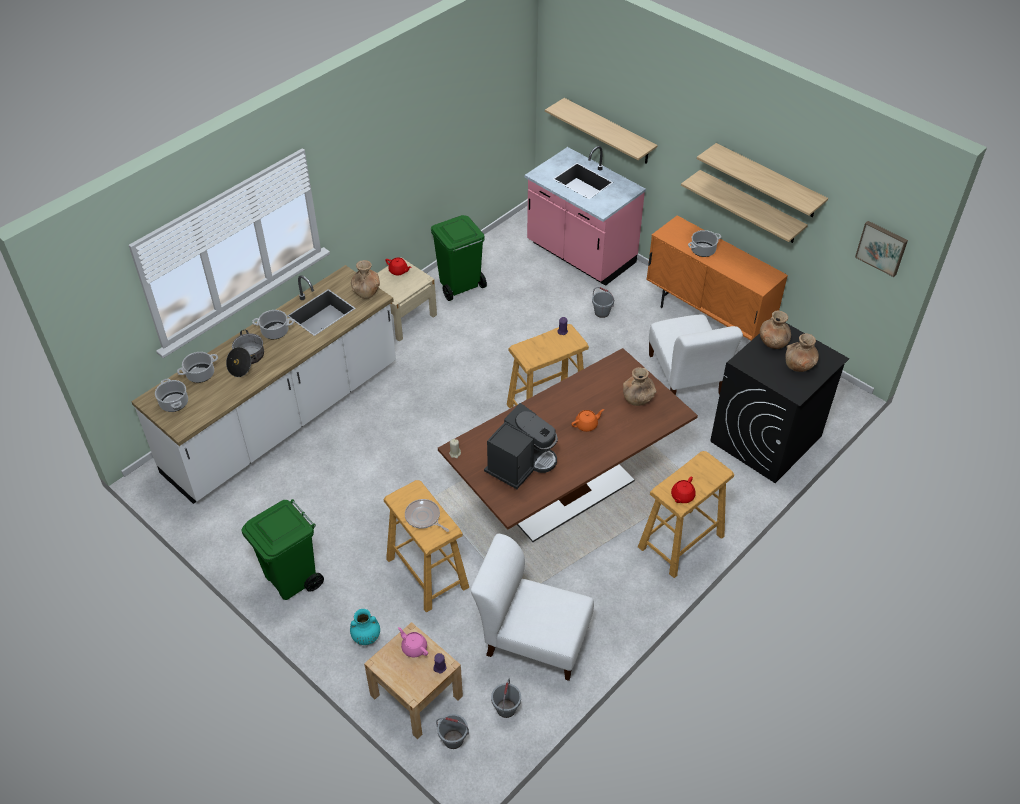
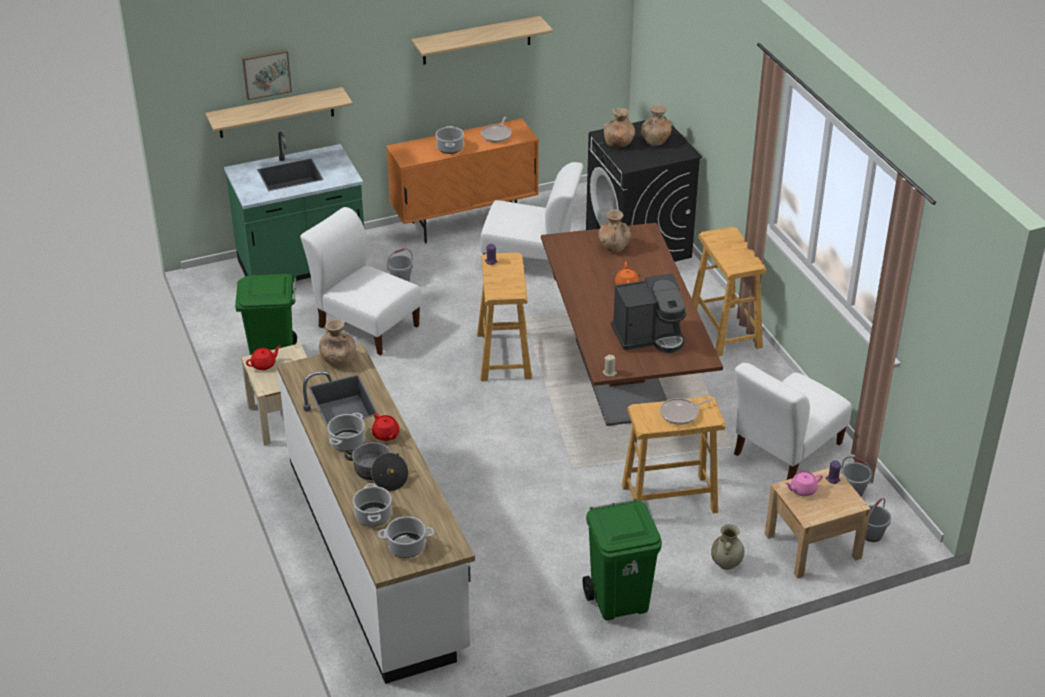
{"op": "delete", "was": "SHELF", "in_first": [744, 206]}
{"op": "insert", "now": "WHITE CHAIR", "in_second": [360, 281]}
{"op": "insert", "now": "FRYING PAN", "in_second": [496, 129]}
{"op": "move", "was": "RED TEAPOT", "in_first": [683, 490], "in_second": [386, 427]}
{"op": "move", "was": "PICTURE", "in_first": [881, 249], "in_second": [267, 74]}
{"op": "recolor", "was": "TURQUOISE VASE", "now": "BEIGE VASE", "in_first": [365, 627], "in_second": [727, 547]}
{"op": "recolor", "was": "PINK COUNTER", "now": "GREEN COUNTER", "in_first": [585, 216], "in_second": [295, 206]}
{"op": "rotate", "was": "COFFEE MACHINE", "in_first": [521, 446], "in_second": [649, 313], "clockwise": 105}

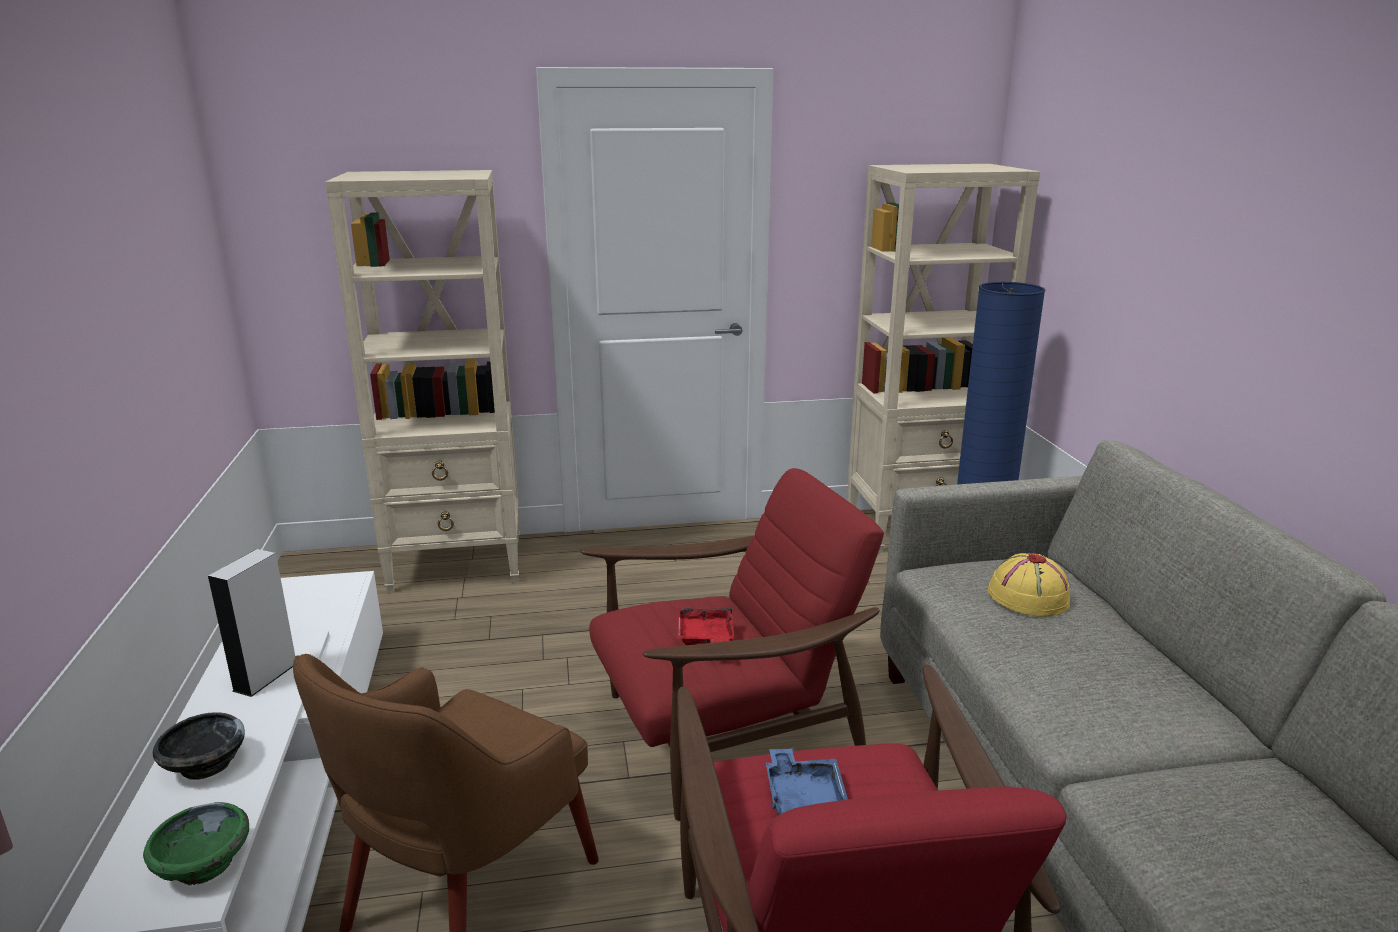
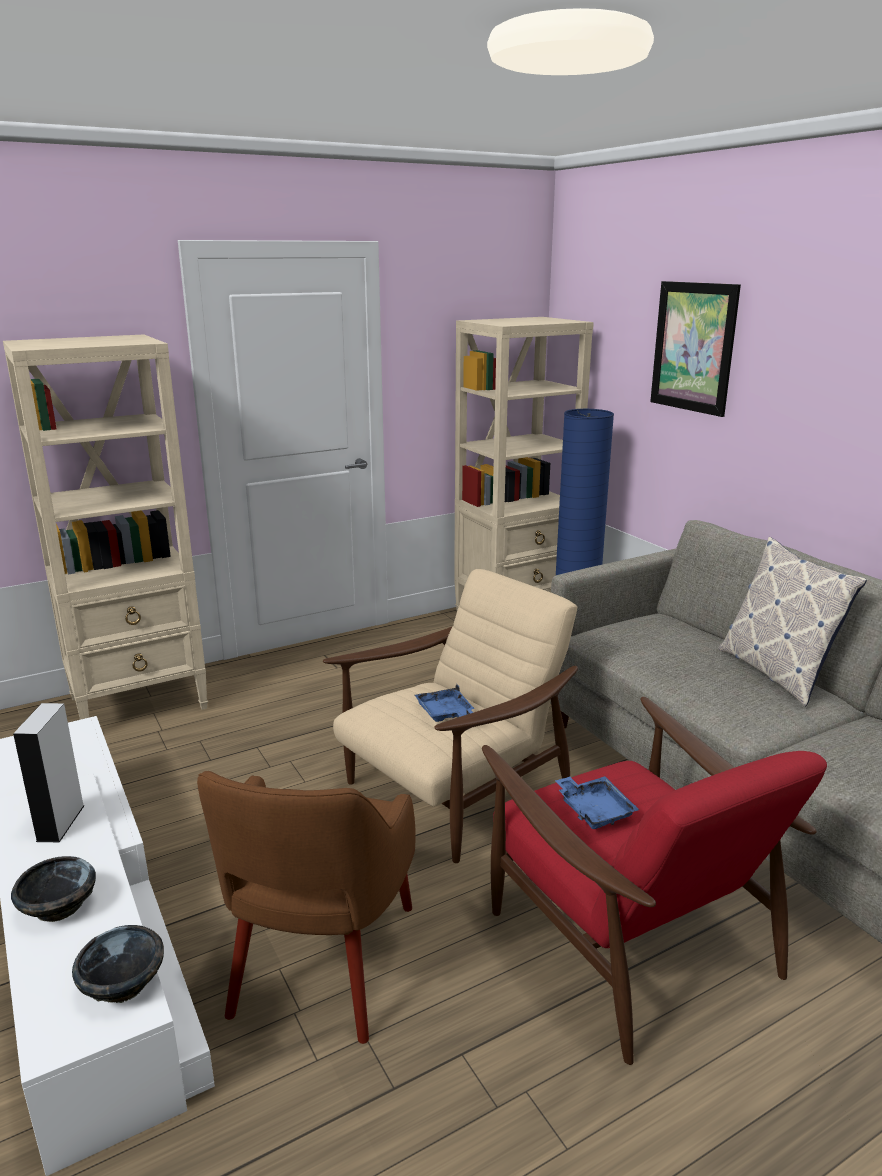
{"op": "delete", "was": "YELLOW HAT", "in_first": [1029, 585]}
{"op": "insert", "now": "PICTURE", "in_second": [695, 349]}
{"op": "insert", "now": "PILLOW", "in_second": [792, 622]}
{"op": "recolor", "was": "GREEN BOWL", "now": "BLACK BOWL", "in_first": [196, 844], "in_second": [118, 964]}
{"op": "recolor", "was": "RED ARMCHAIR", "now": "BEIGE ARMCHAIR", "in_first": [732, 644], "in_second": [450, 716]}
{"op": "recolor", "was": "RED TRAY", "now": "BLUE TRAY", "in_first": [705, 624], "in_second": [444, 703]}

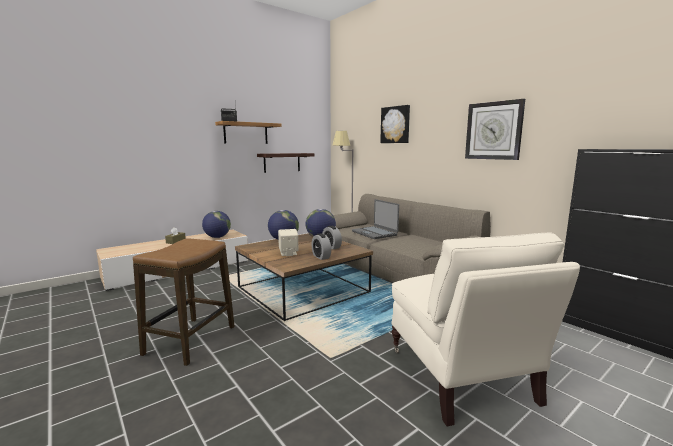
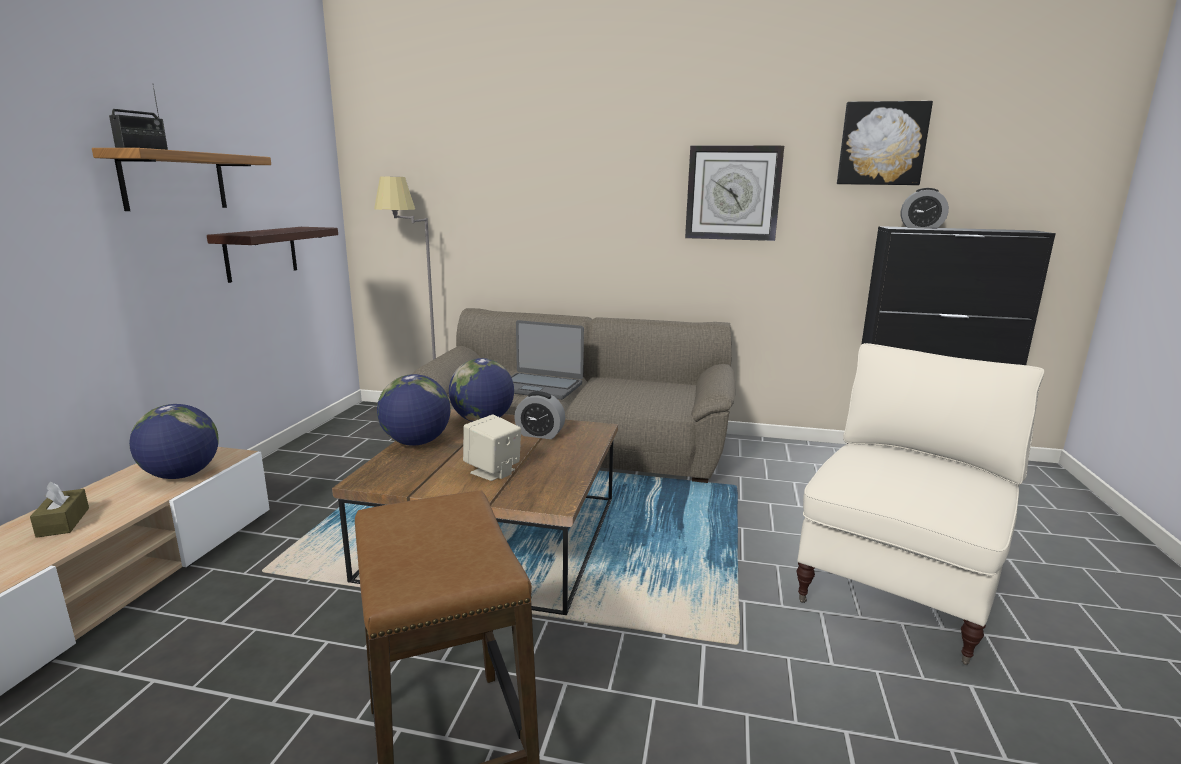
{"op": "move", "was": "ALARM CLOCK", "in_first": [321, 246], "in_second": [925, 208]}
{"op": "move", "was": "PICTURE", "in_first": [395, 124], "in_second": [885, 143]}
{"op": "rotate", "was": "BEIGE ARMCHAIR", "in_first": [485, 329], "in_second": [920, 504], "clockwise": -90}

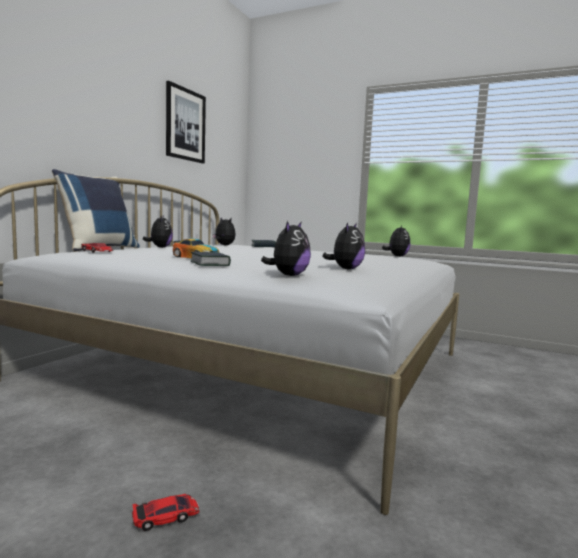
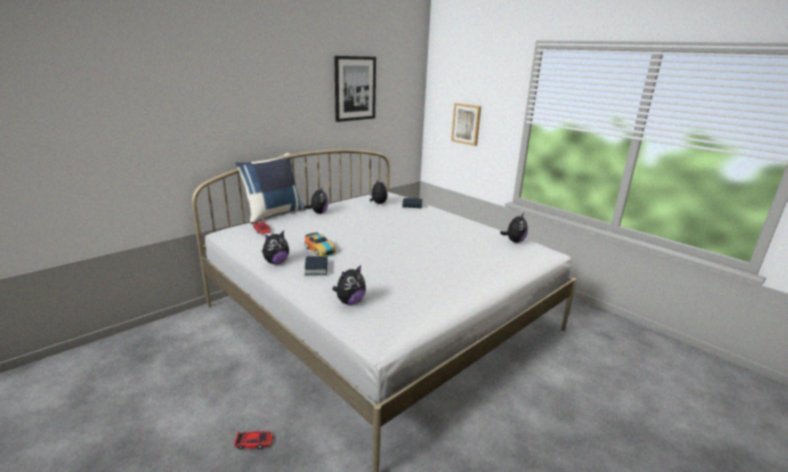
{"op": "insert", "now": "PICTURE", "in_second": [466, 124]}
{"op": "move", "was": "PLUSH TOY", "in_first": [343, 246], "in_second": [275, 247]}

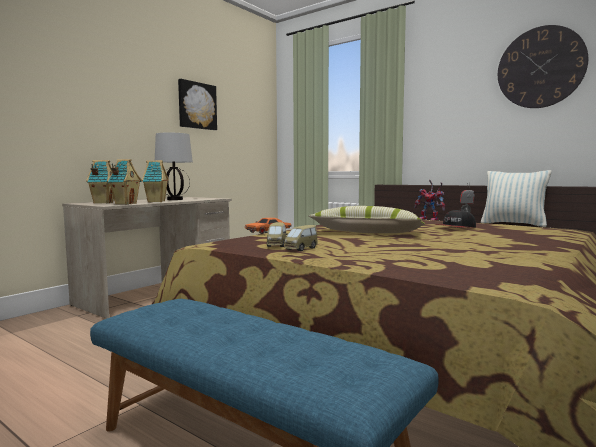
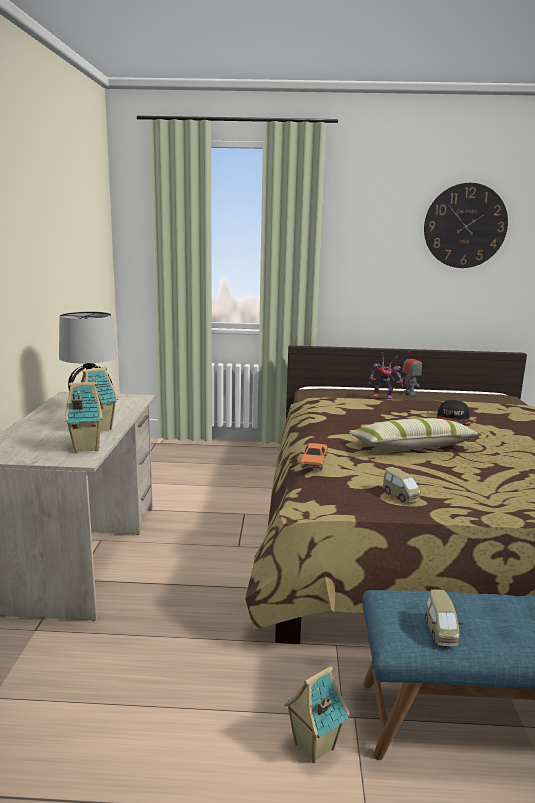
{"op": "delete", "was": "PICTURE", "in_first": [197, 104]}
{"op": "delete", "was": "PILLOW", "in_first": [516, 198]}
{"op": "move", "was": "TOY HOUSE", "in_first": [100, 182], "in_second": [317, 714]}
{"op": "move", "was": "TOY CAR", "in_first": [300, 238], "in_second": [444, 617]}

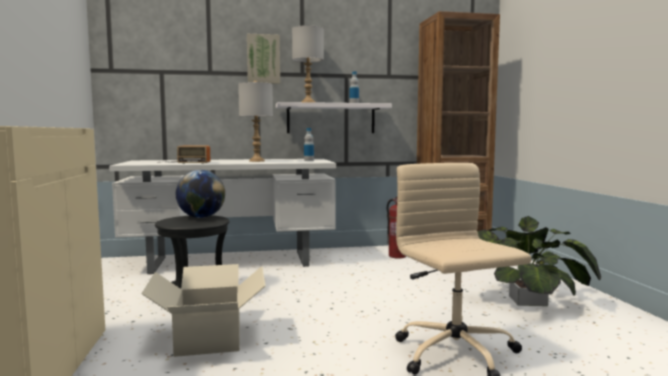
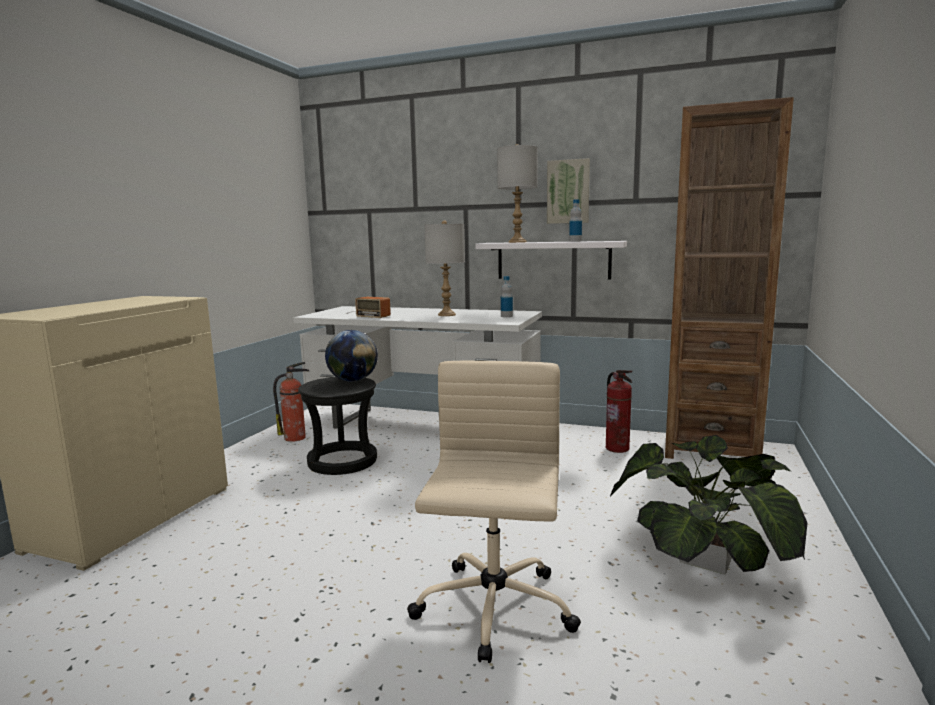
{"op": "delete", "was": "CARDBOARD BOX", "in_first": [203, 310]}
{"op": "insert", "now": "FIRE EXTINGUISHER", "in_second": [291, 402]}
{"op": "move", "was": "PICTURE", "in_first": [263, 59], "in_second": [568, 191]}

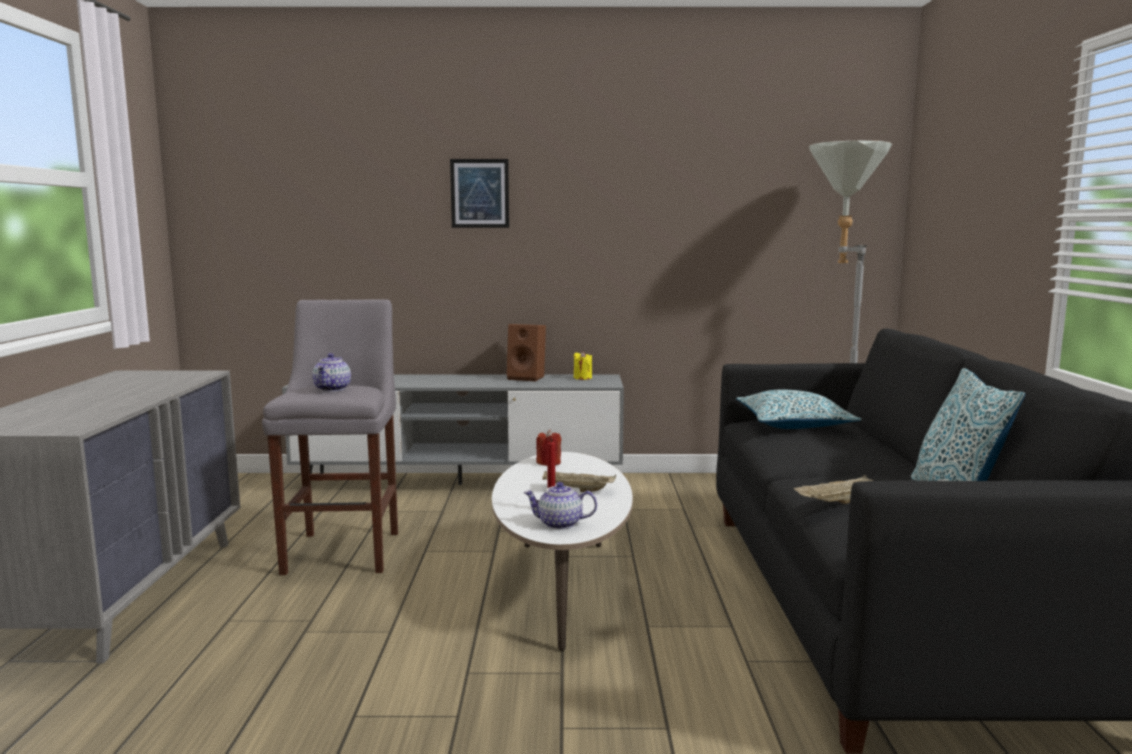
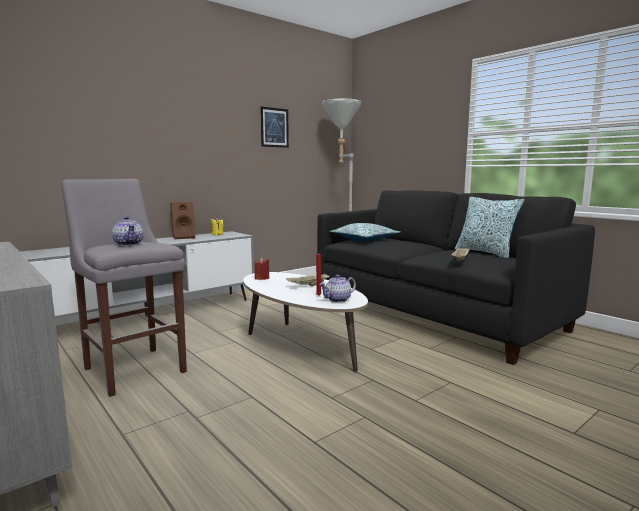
{"op": "move", "was": "PICTURE", "in_first": [479, 193], "in_second": [274, 127]}

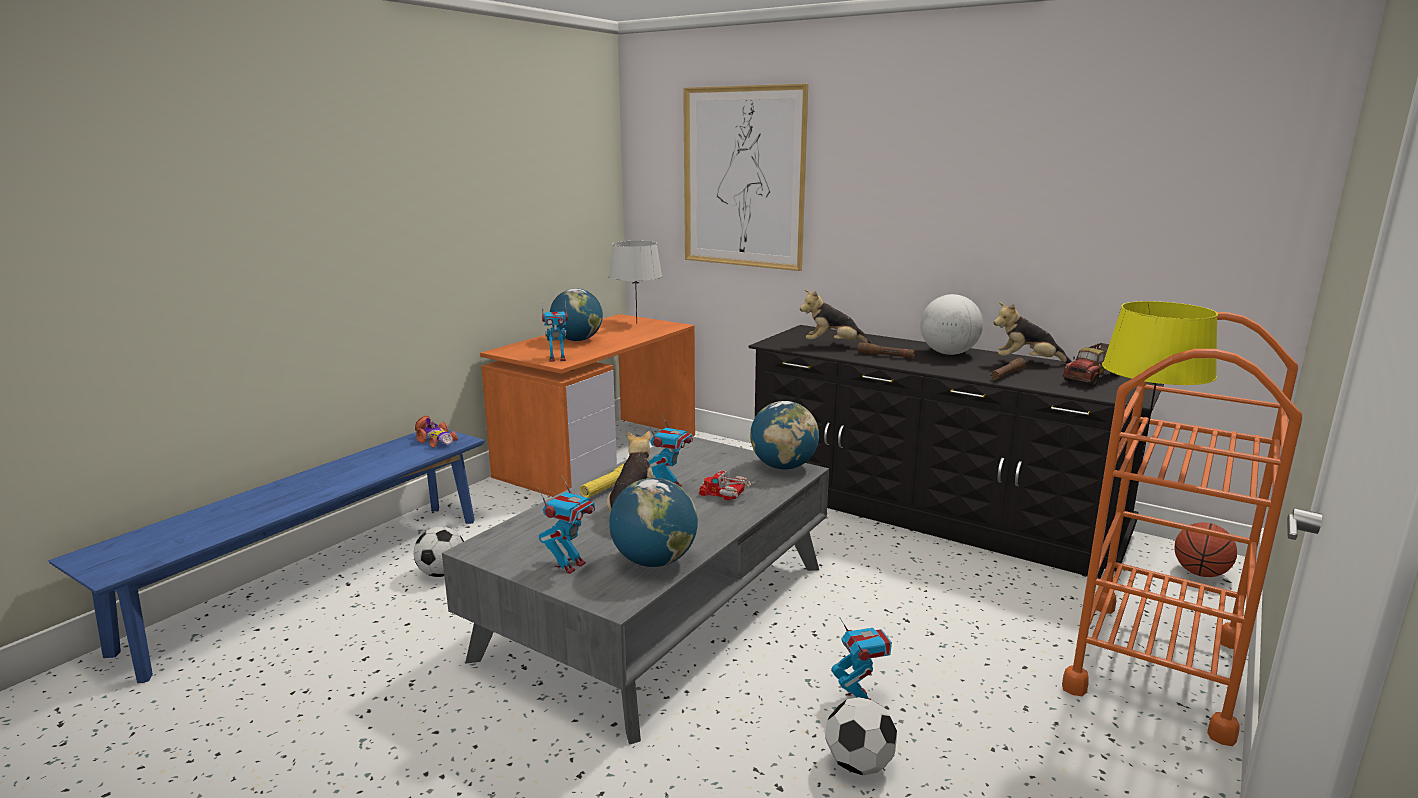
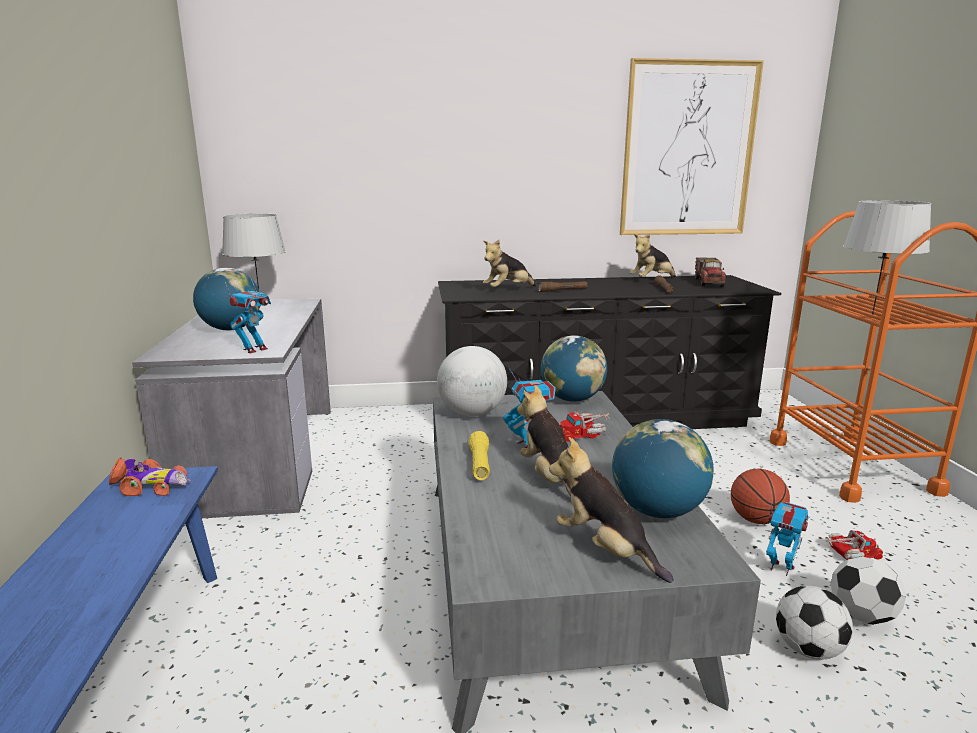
{"op": "insert", "now": "TOY TRUCK", "in_second": [854, 545]}
{"op": "move", "was": "FOOTBALL", "in_first": [439, 552], "in_second": [814, 623]}
{"op": "move", "was": "PICTURE", "in_first": [745, 177], "in_second": [692, 146]}
{"op": "move", "was": "GLOBE", "in_first": [951, 324], "in_second": [472, 381]}
{"op": "move", "was": "BASKETBALL", "in_first": [1205, 549], "in_second": [760, 496]}
{"op": "replace", "was": "TOY ROBOT", "now": "PLUSH TOY", "in_first": [566, 524], "in_second": [611, 510]}
{"op": "recolor", "was": "ORANGE DESK", "now": "GREY DESK", "in_first": [587, 405], "in_second": [231, 408]}
{"op": "recolor", "was": "YELLOW TABLE LAMP", "now": "GREY TABLE LAMP", "in_first": [1160, 378], "in_second": [887, 257]}

